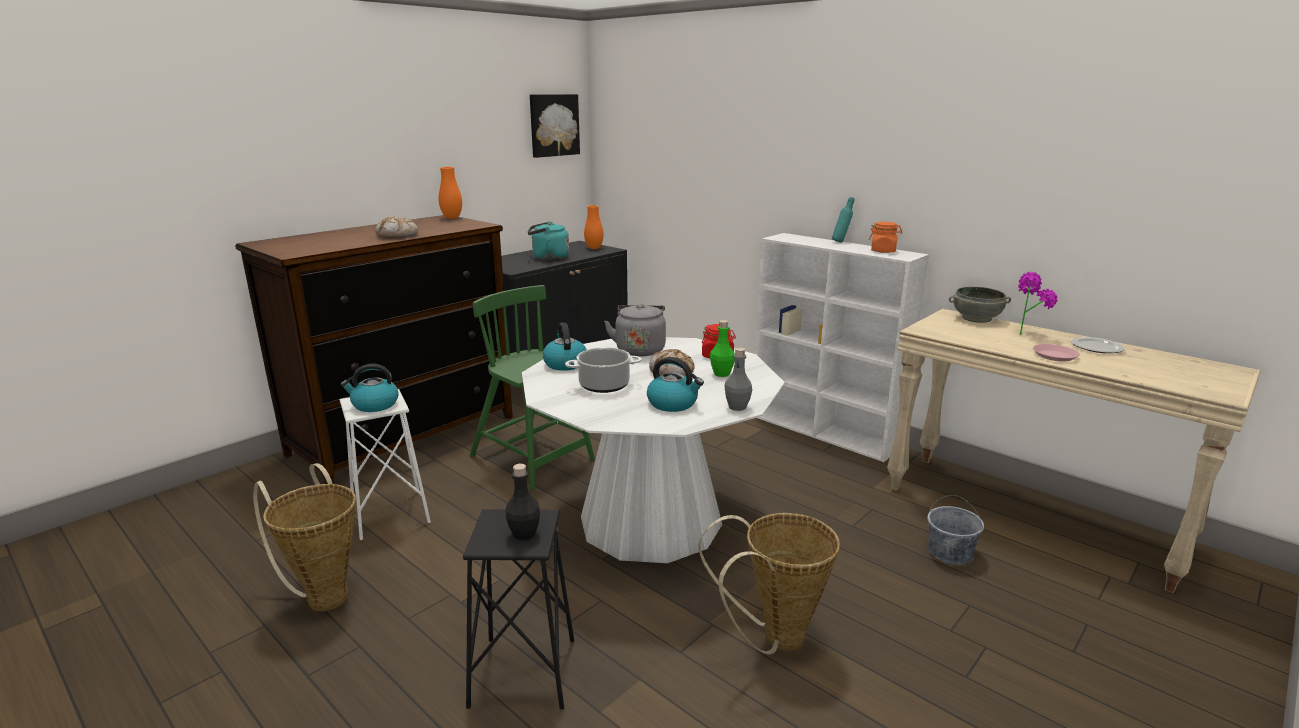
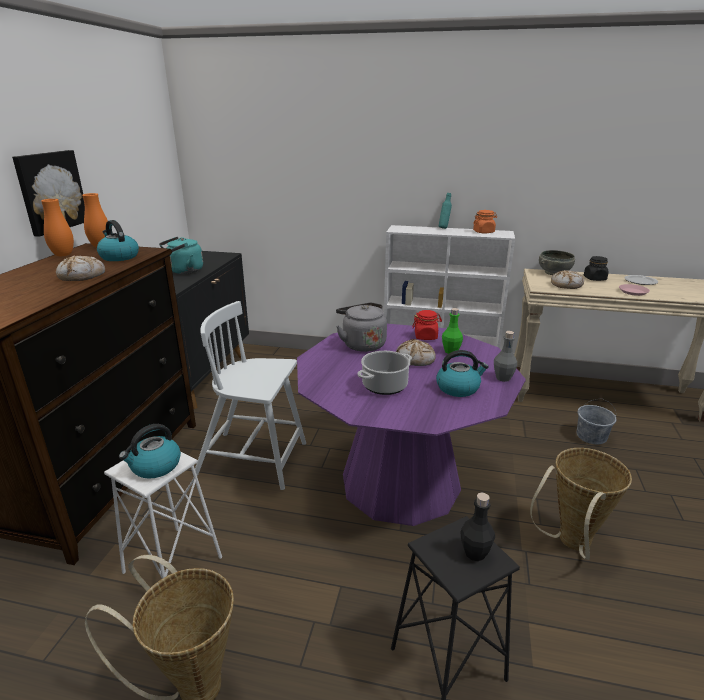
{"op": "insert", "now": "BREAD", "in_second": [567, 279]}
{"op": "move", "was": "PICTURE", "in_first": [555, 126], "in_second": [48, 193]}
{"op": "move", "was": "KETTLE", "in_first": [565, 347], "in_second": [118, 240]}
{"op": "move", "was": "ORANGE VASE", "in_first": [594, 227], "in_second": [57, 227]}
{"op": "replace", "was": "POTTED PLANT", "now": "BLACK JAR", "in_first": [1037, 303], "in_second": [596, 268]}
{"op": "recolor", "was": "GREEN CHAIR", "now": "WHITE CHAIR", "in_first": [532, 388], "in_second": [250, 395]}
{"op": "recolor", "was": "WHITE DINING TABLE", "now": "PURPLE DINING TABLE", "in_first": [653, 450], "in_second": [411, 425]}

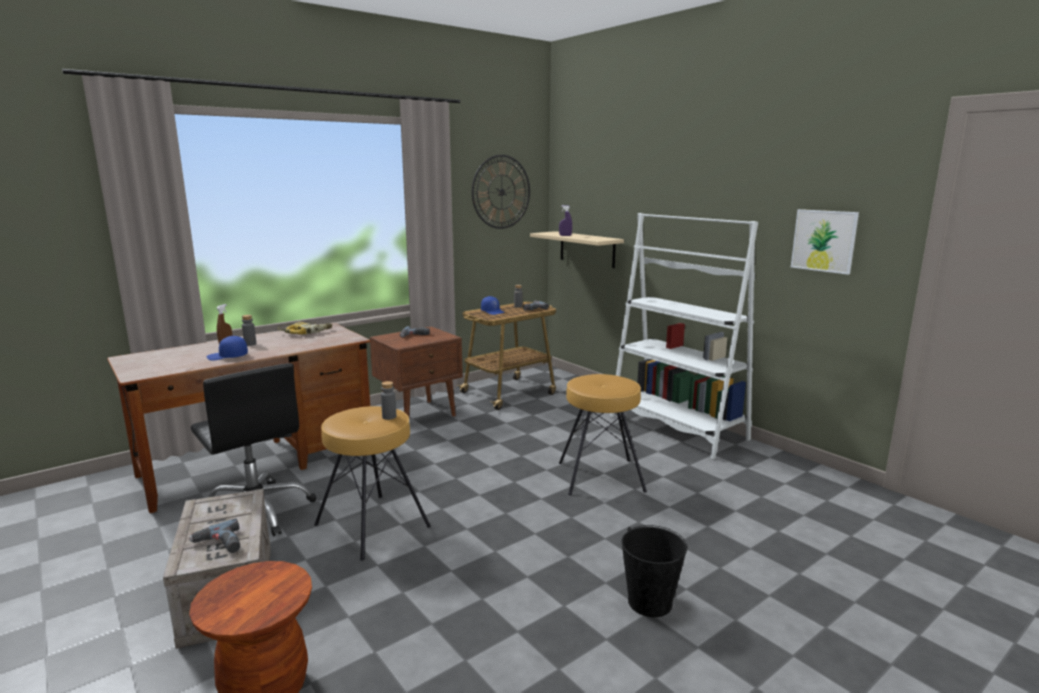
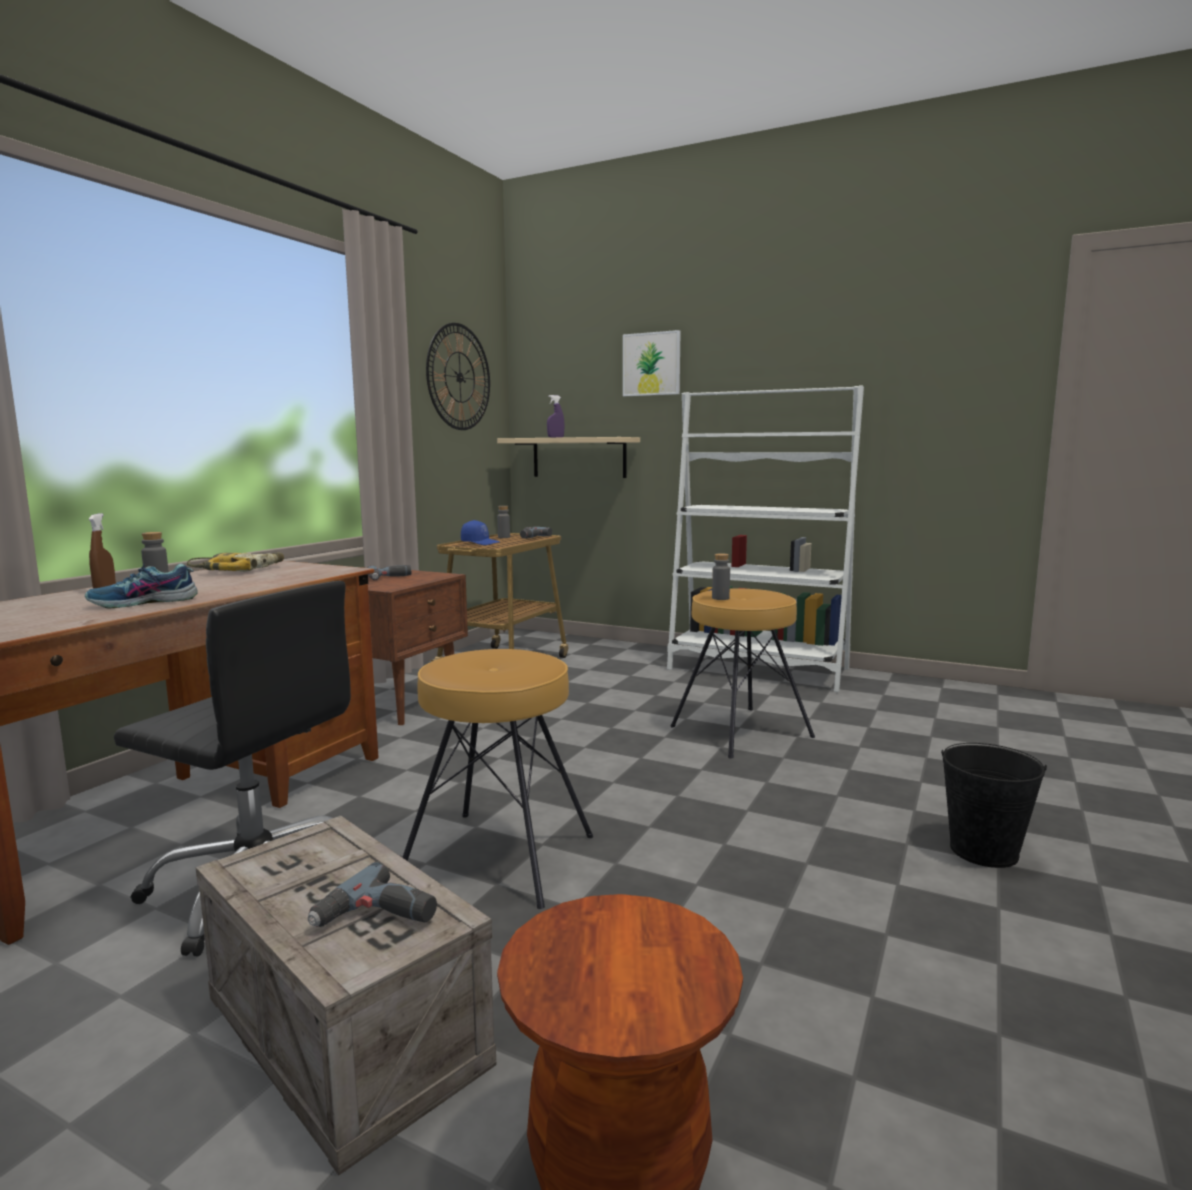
{"op": "move", "was": "GREY BOTTLE", "in_first": [388, 400], "in_second": [721, 577]}
{"op": "move", "was": "PICTURE", "in_first": [825, 242], "in_second": [652, 363]}
{"op": "replace", "was": "BLUE CAP", "now": "SHOE", "in_first": [227, 348], "in_second": [141, 586]}

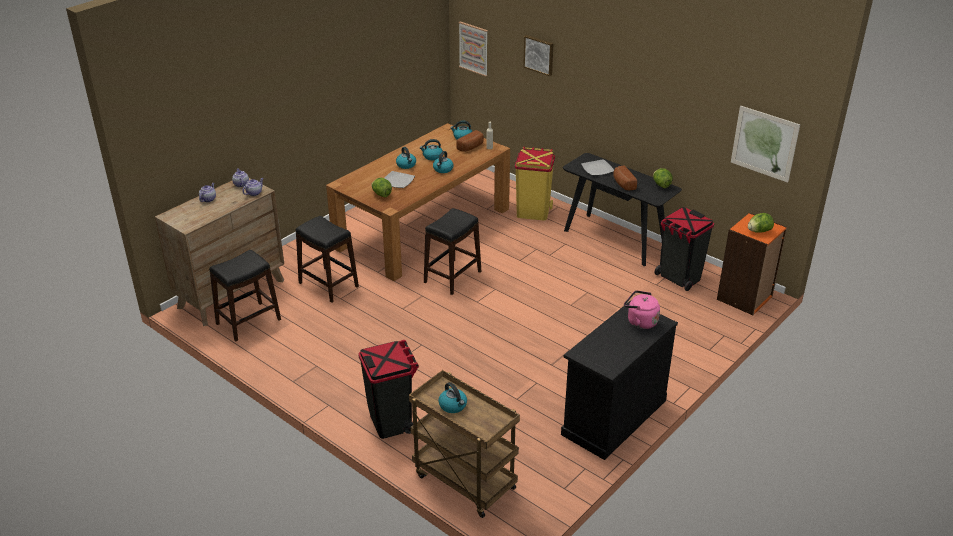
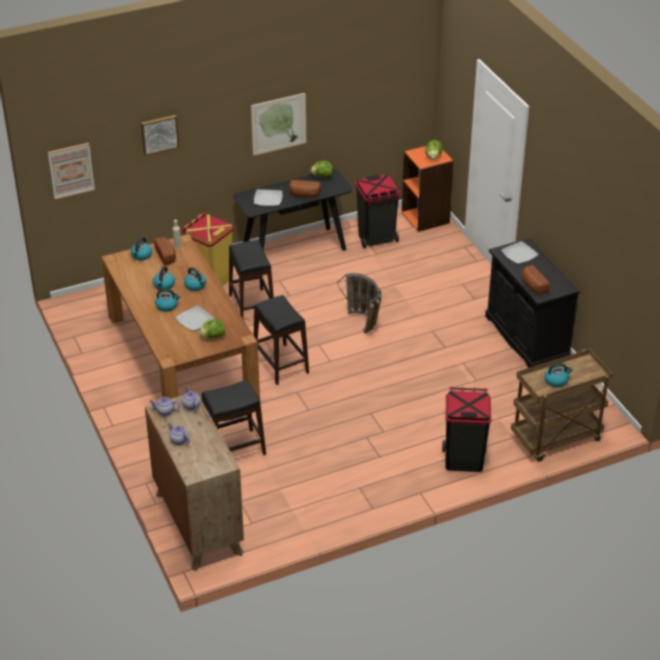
{"op": "insert", "now": "BASKET", "in_second": [359, 303]}
{"op": "insert", "now": "BREAD", "in_second": [536, 279]}
{"op": "move", "was": "BLACK STOOL", "in_first": [245, 296], "in_second": [251, 280]}
{"op": "move", "was": "PICTURE", "in_first": [765, 144], "in_second": [278, 124]}
{"op": "replace", "was": "PINK KETTLE", "now": "PLATE", "in_first": [642, 309], "in_second": [520, 252]}

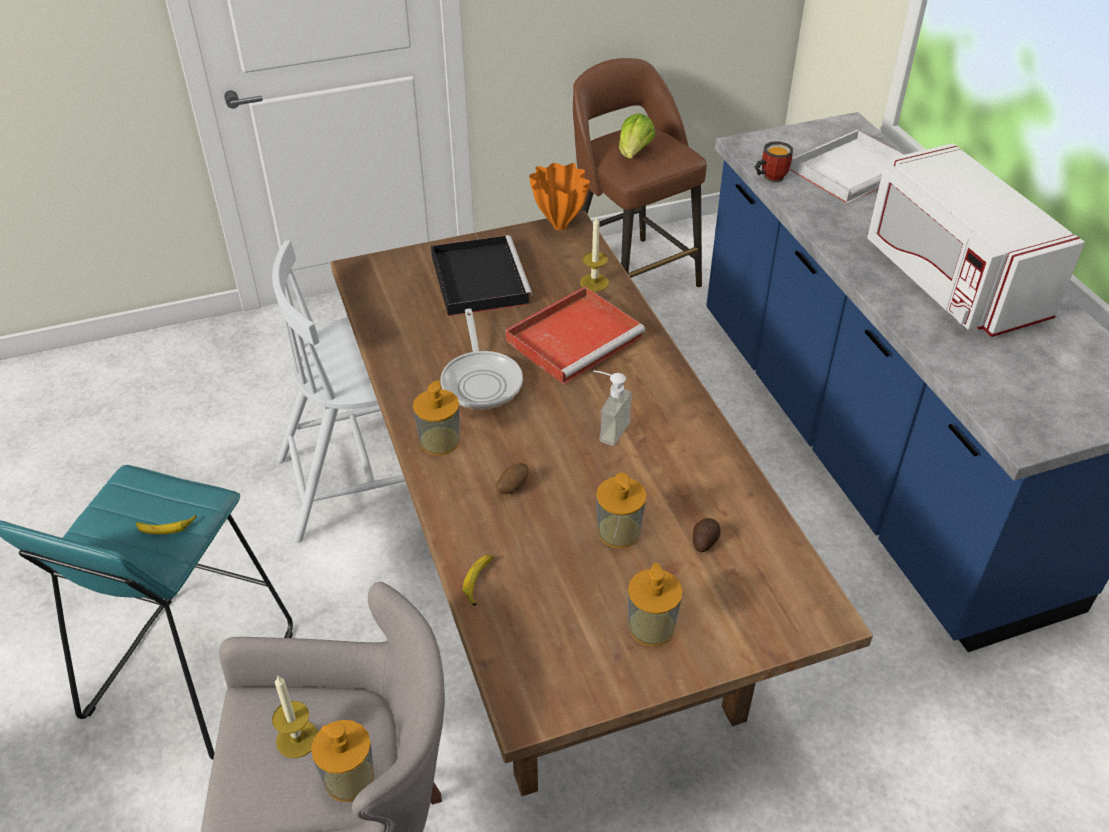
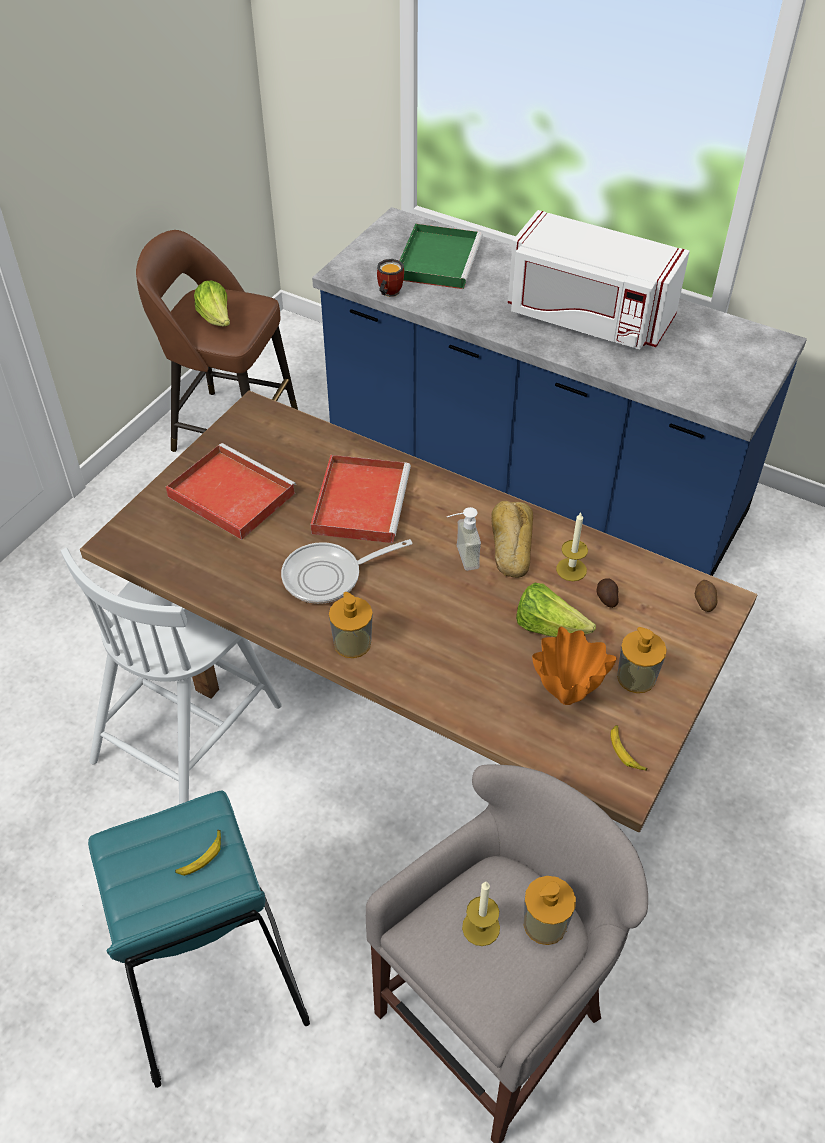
{"op": "insert", "now": "BREAD", "in_second": [512, 539]}
{"op": "move", "was": "BANANA", "in_first": [479, 580], "in_second": [629, 748]}
{"op": "move", "was": "POTATO", "in_first": [512, 478], "in_second": [706, 596]}
{"op": "move", "was": "ORANGE VASE", "in_first": [559, 196], "in_second": [574, 666]}
{"op": "move", "was": "CANDLE", "in_first": [594, 253], "in_second": [572, 547]}
{"op": "replace", "was": "SOAP DISPENSER", "now": "LETTUCE", "in_first": [621, 510], "in_second": [556, 610]}
{"op": "recolor", "was": "BLACK TRAY", "now": "RED TRAY", "in_first": [482, 275], "in_second": [231, 491]}
{"op": "recolor", "was": "WHITE TRAY", "now": "GREEN TRAY", "in_first": [847, 167], "in_second": [441, 256]}
{"op": "rotate", "was": "FRYING PAN", "in_first": [482, 359], "in_second": [347, 571], "clockwise": 120}

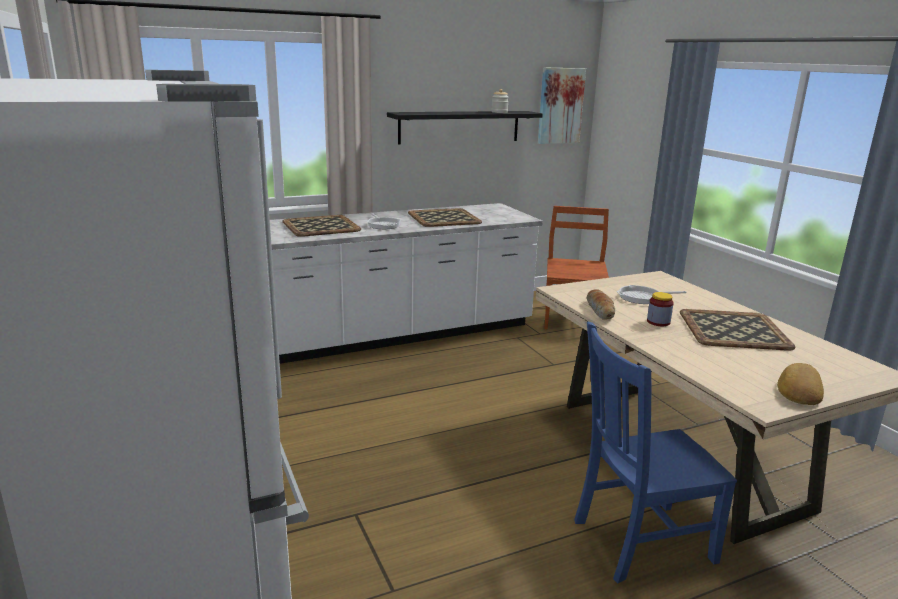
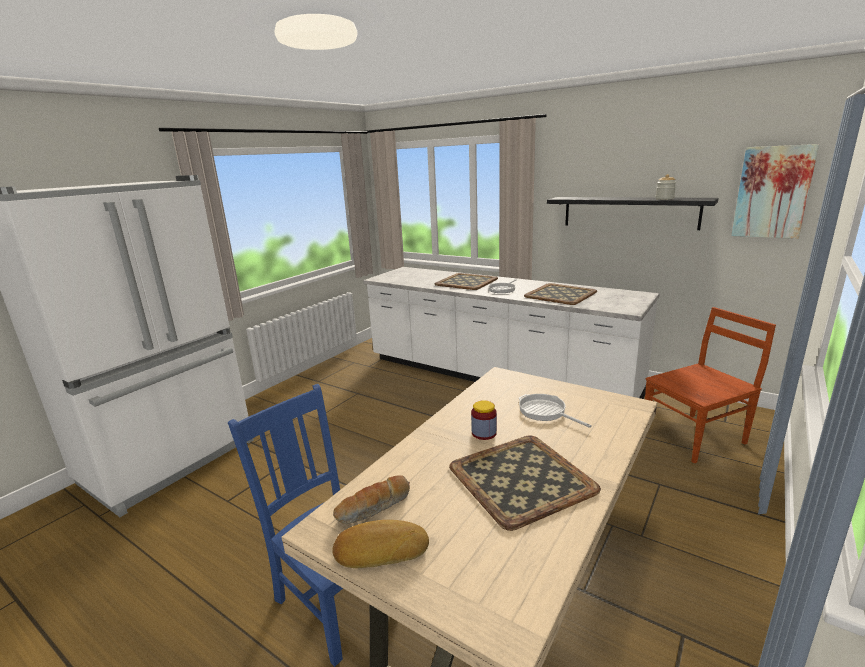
{"op": "move", "was": "BREAD", "in_first": [601, 304], "in_second": [371, 499]}

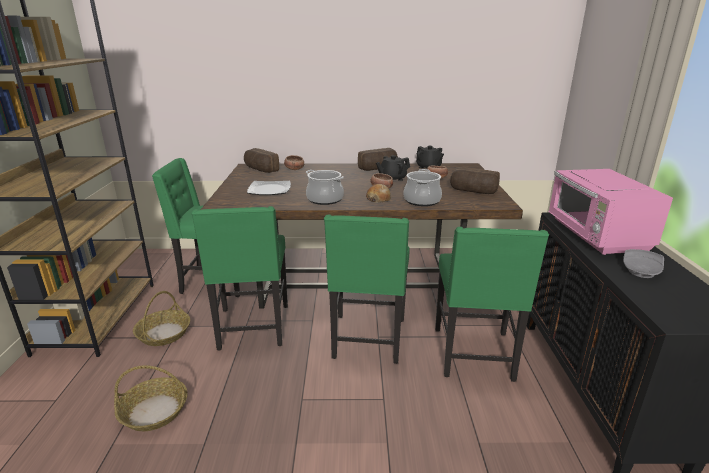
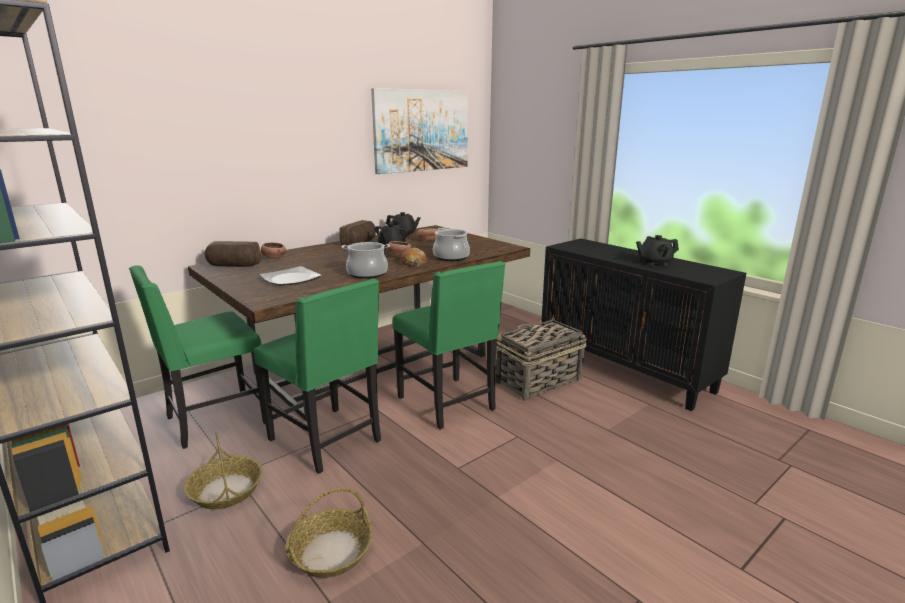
{"op": "delete", "was": "BREAD", "in_first": [475, 180]}
{"op": "delete", "was": "PINK MICROWAVE", "in_first": [610, 212]}
{"op": "insert", "now": "PICTURE", "in_second": [419, 131]}
{"op": "replace", "was": "GREEN CHAIR", "now": "BASKET", "in_first": [492, 304], "in_second": [541, 357]}
{"op": "replace", "was": "GREY PLATE", "now": "BLACK TEAPOT", "in_first": [643, 263], "in_second": [657, 250]}

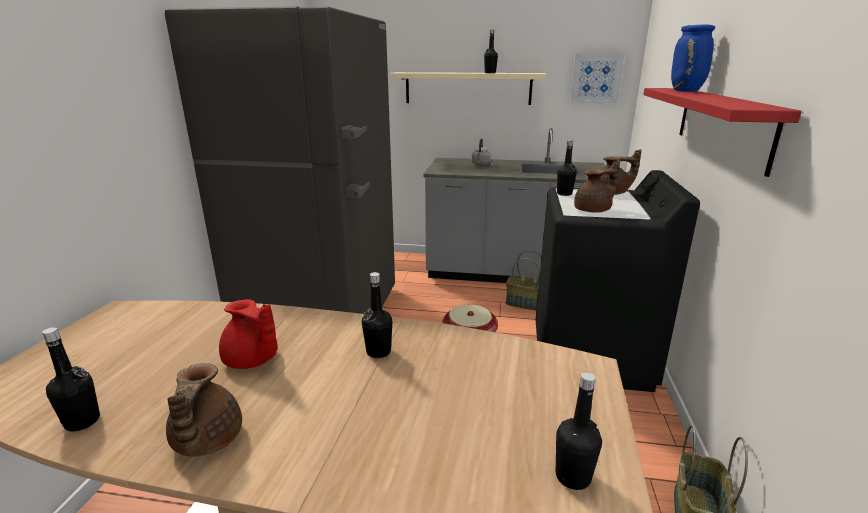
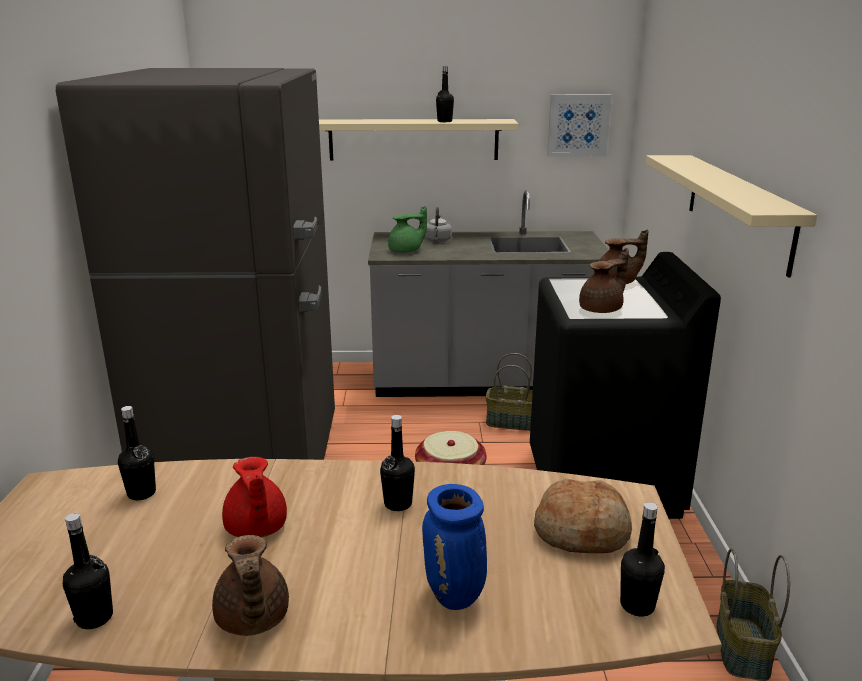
{"op": "insert", "now": "GREEN TEAPOT", "in_second": [407, 229]}
{"op": "insert", "now": "BREAD", "in_second": [583, 515]}
{"op": "move", "was": "BLACK BOTTLE", "in_first": [566, 168], "in_second": [137, 453]}
{"op": "move", "was": "BLUE VASE", "in_first": [693, 58], "in_second": [454, 547]}
{"op": "recolor", "was": "RED SHELF", "now": "BEIGE SHELF", "in_first": [722, 132], "in_second": [731, 216]}
{"op": "rotate", "was": "RED TEAPOT", "in_first": [248, 334], "in_second": [254, 497], "clockwise": 45}

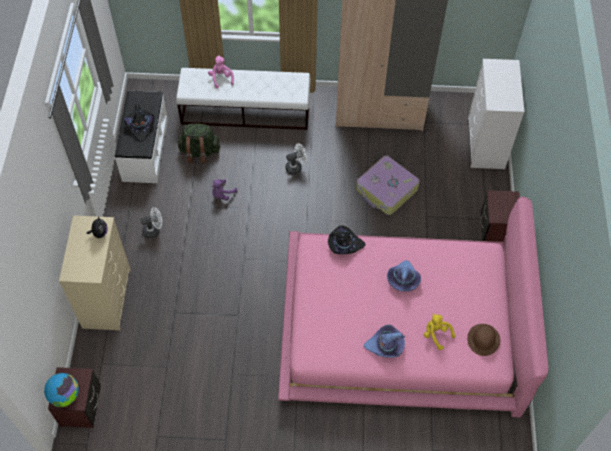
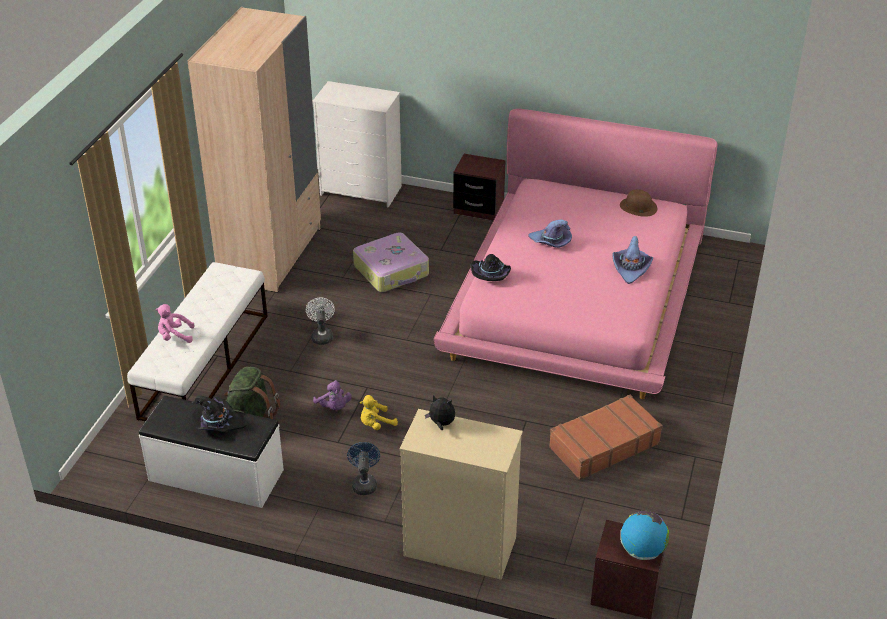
{"op": "insert", "now": "BROWN SUITCASE", "in_second": [606, 437]}
{"op": "move", "was": "YELLOW PLUSH TOY", "in_first": [439, 331], "in_second": [379, 412]}
{"op": "recolor", "was": "WHITE FAN", "now": "BLUE FAN", "in_first": [151, 223], "in_second": [363, 468]}

